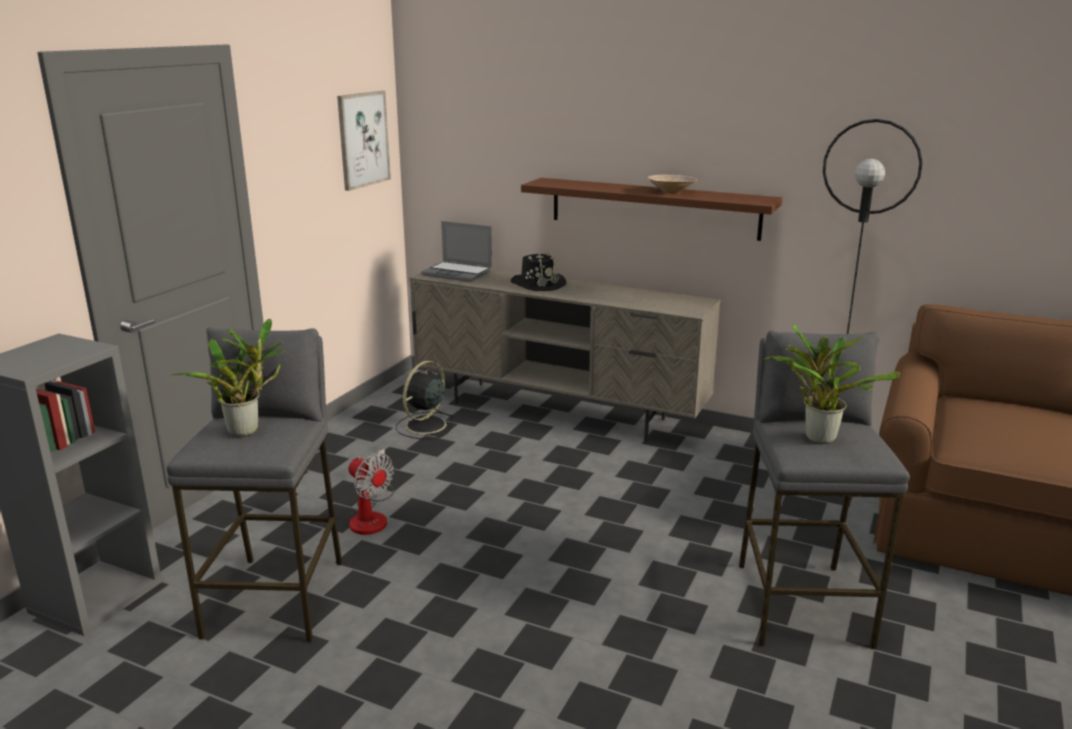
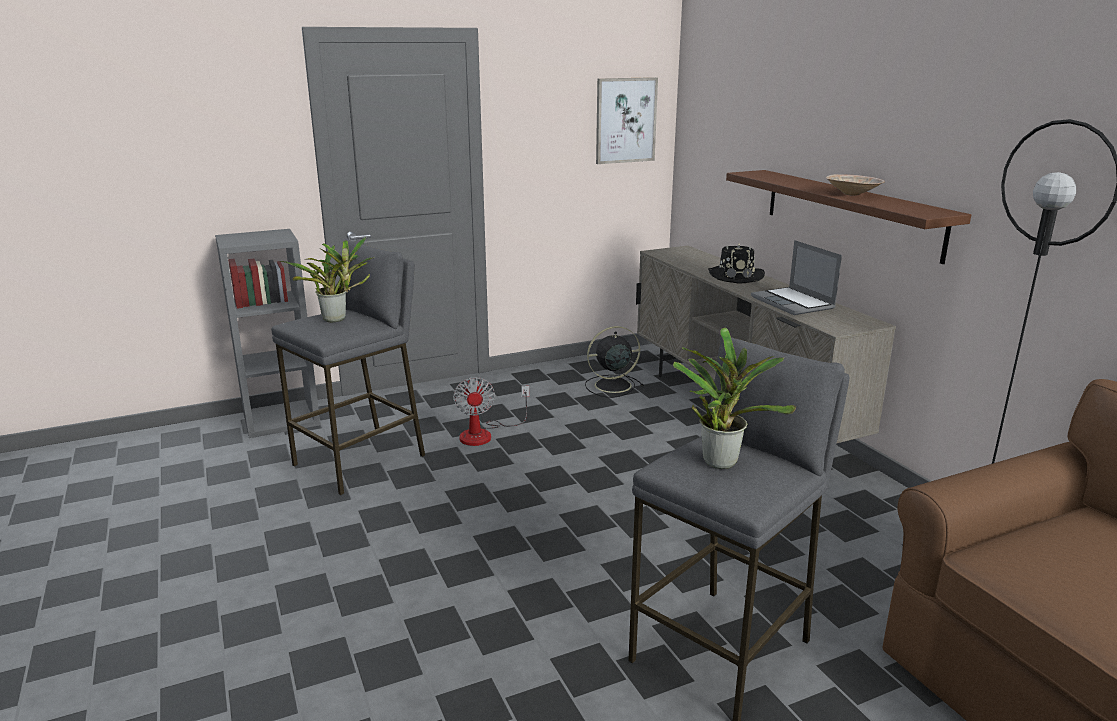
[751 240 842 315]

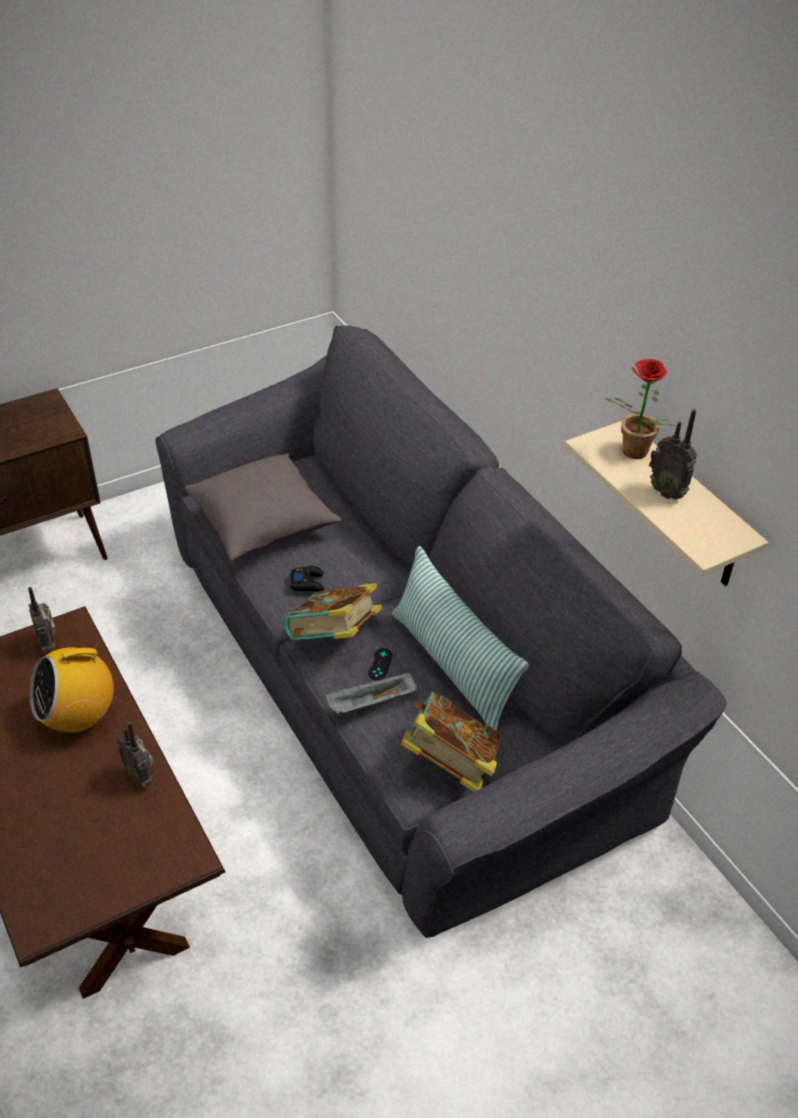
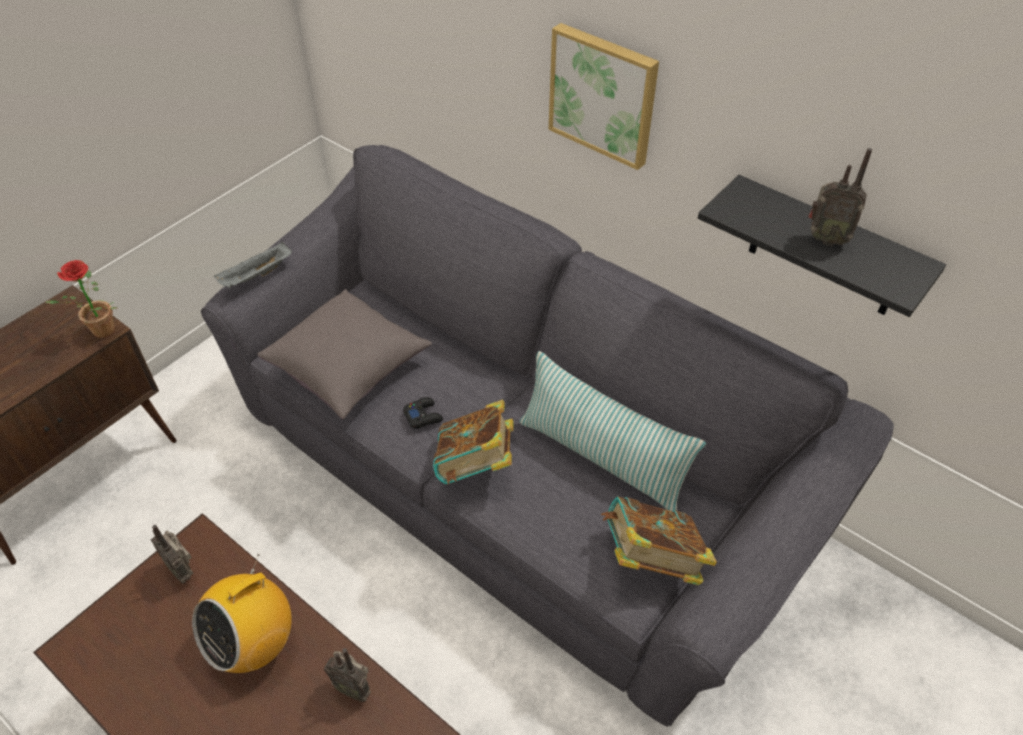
[45 260 117 338]
[698 175 946 317]
[368 648 393 680] (first image)
[214 242 292 288]
[549 23 659 170]

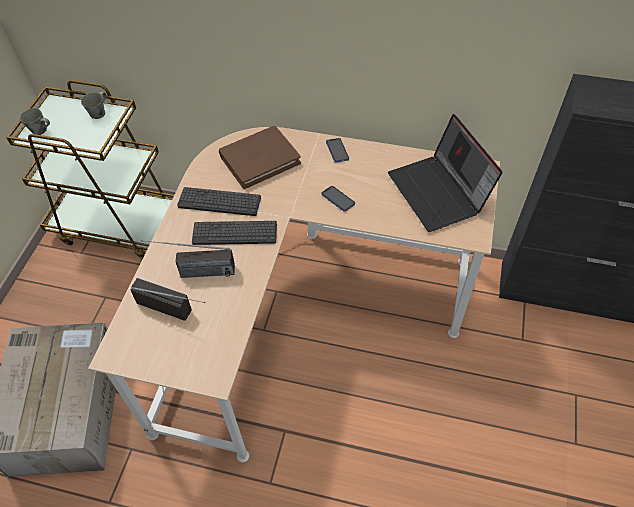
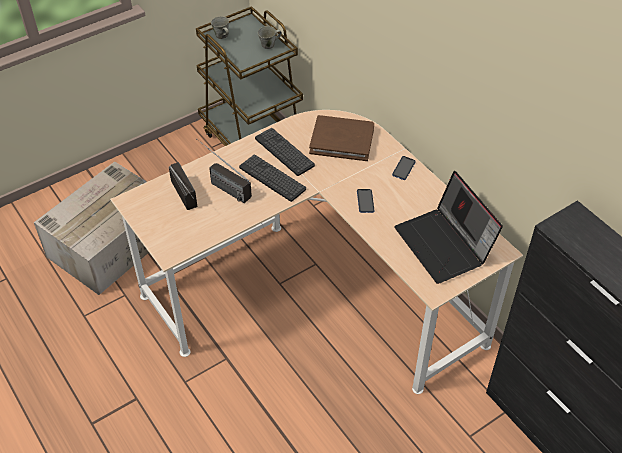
[394 171 503 284]

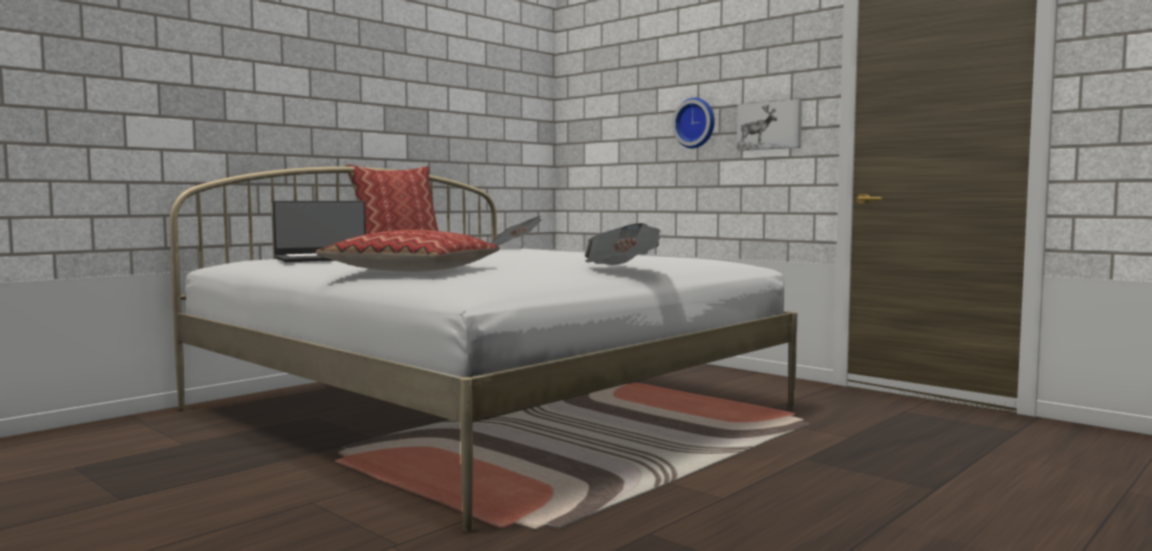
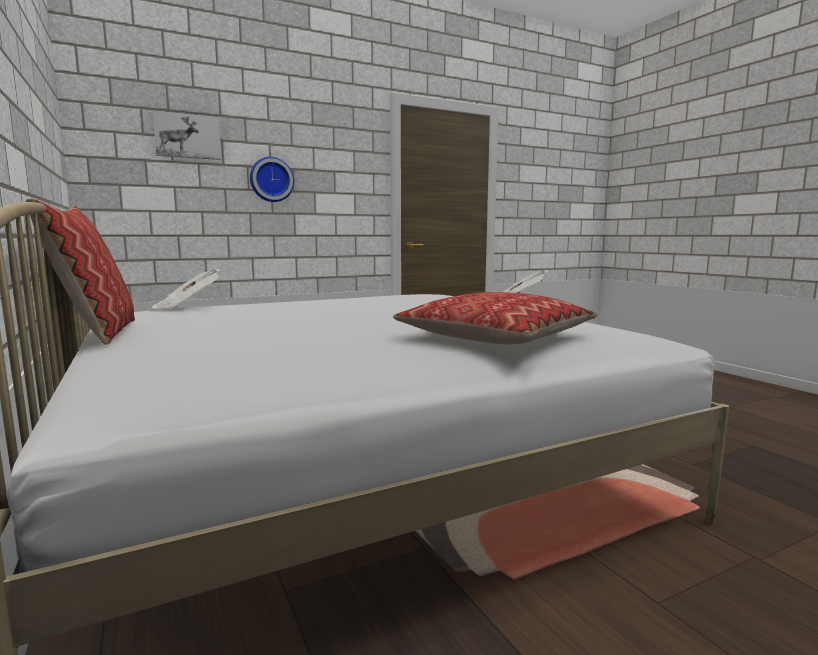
[153 111 221 160]
[273 201 366 262] (first image)

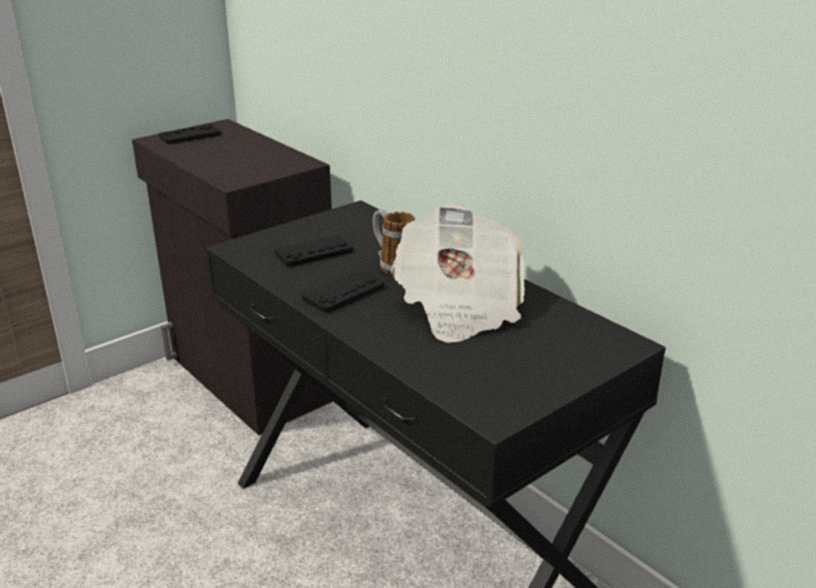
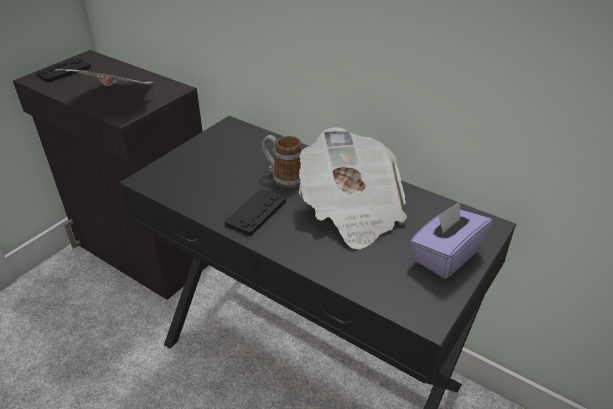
[275 235 353 267] (first image)
[54 69 153 86]
[410 201 492 279]

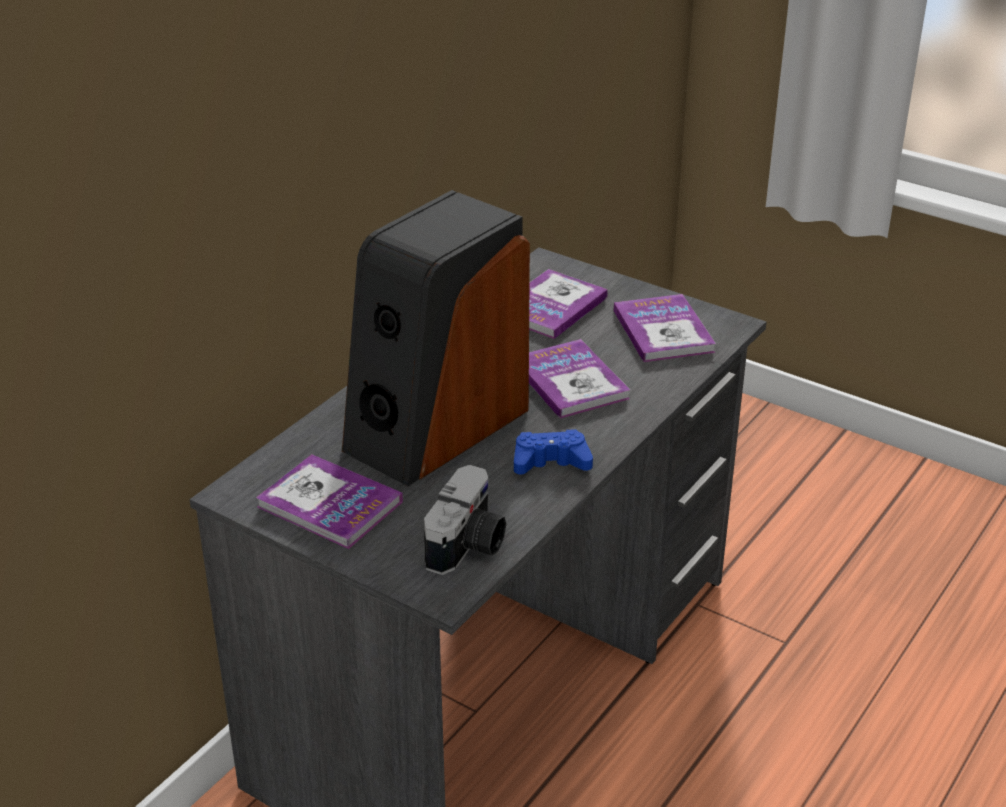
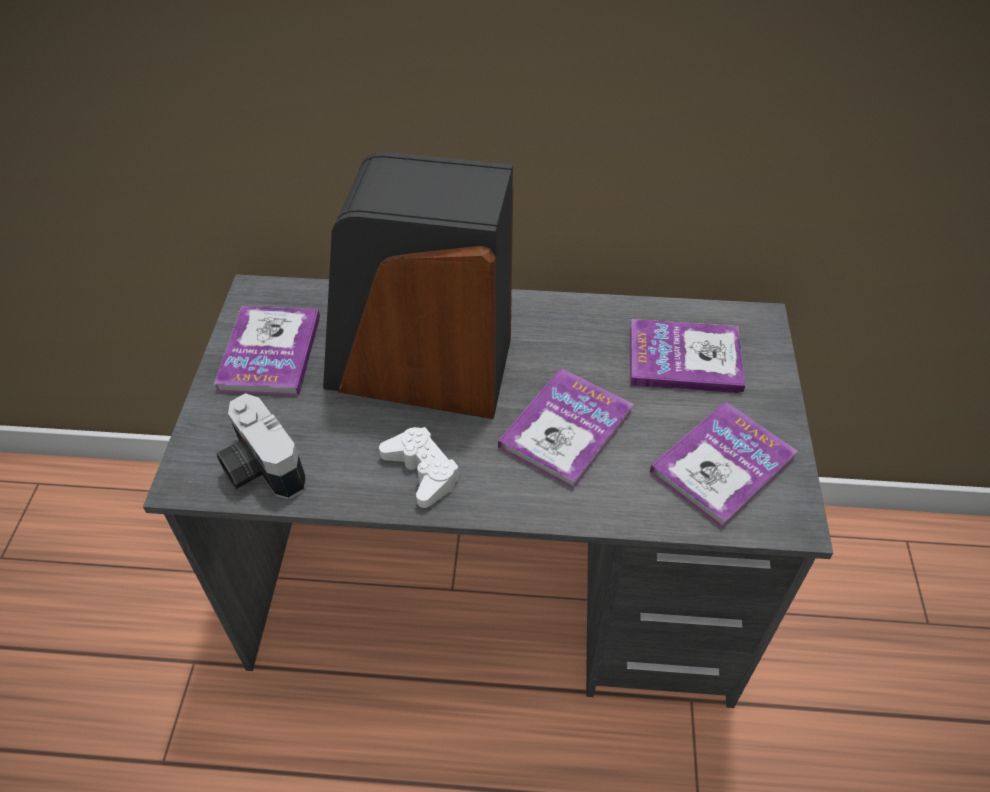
[379 427 460 508]
[216 393 306 499]

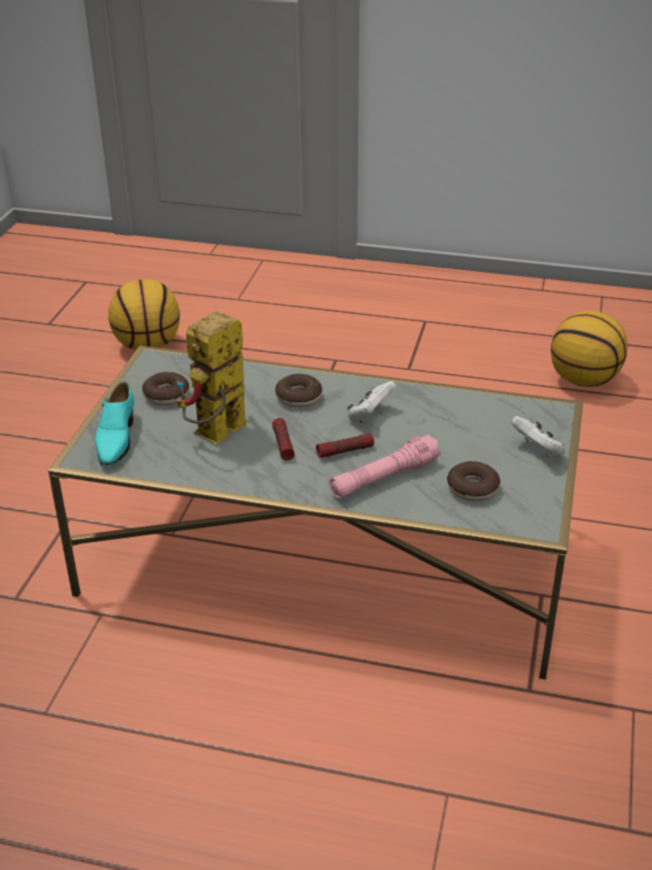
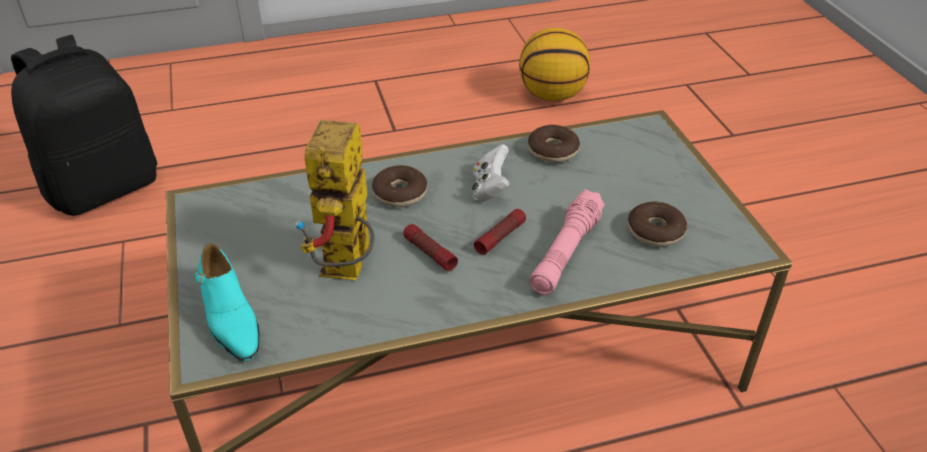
[11 35 157 216]
[528 125 580 163]
[511 416 566 458] (first image)

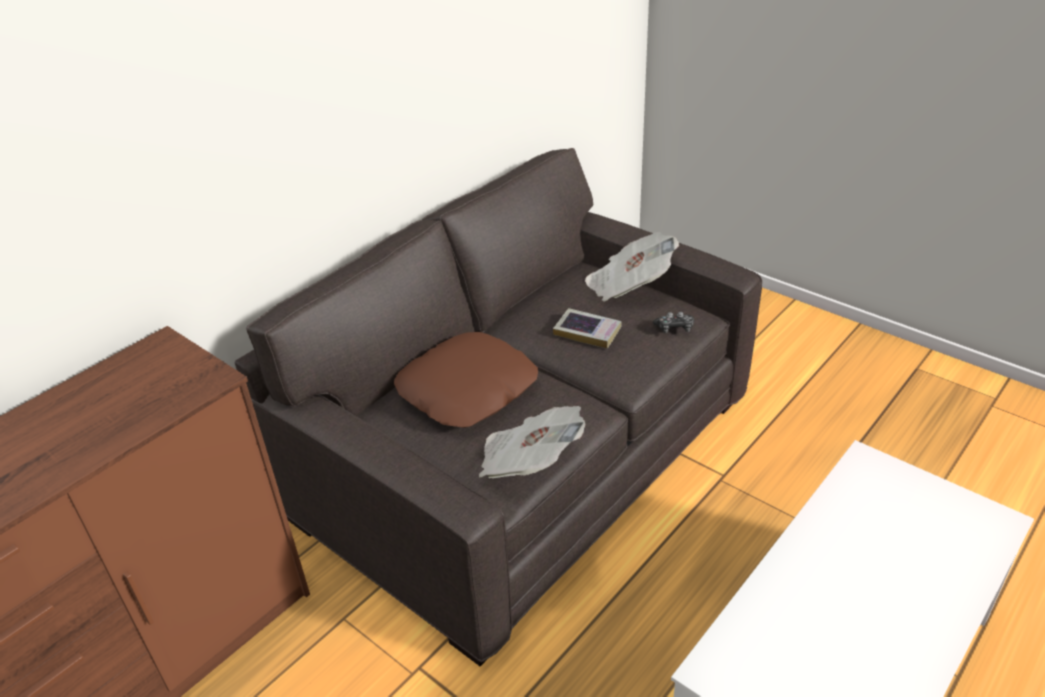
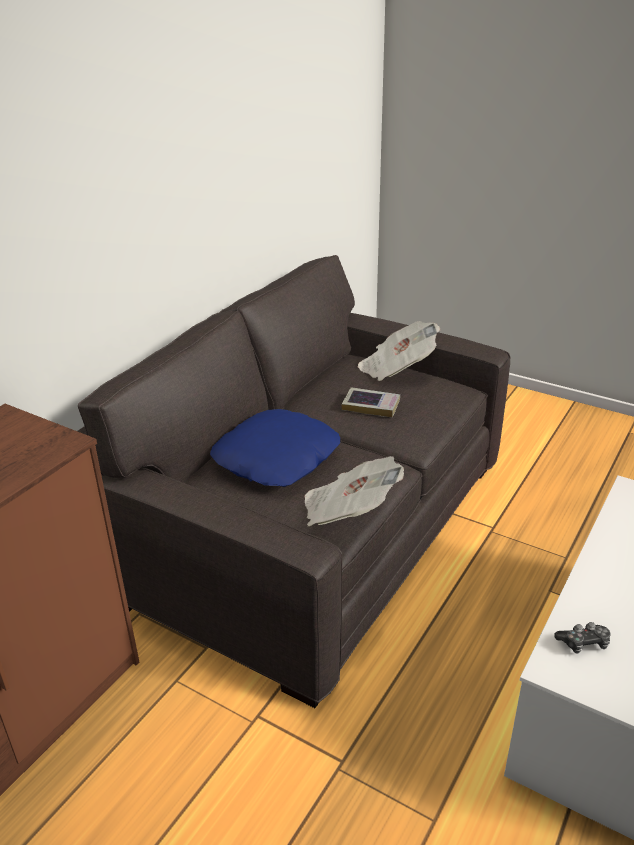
[554 622 611 654]
[210 409 340 487]

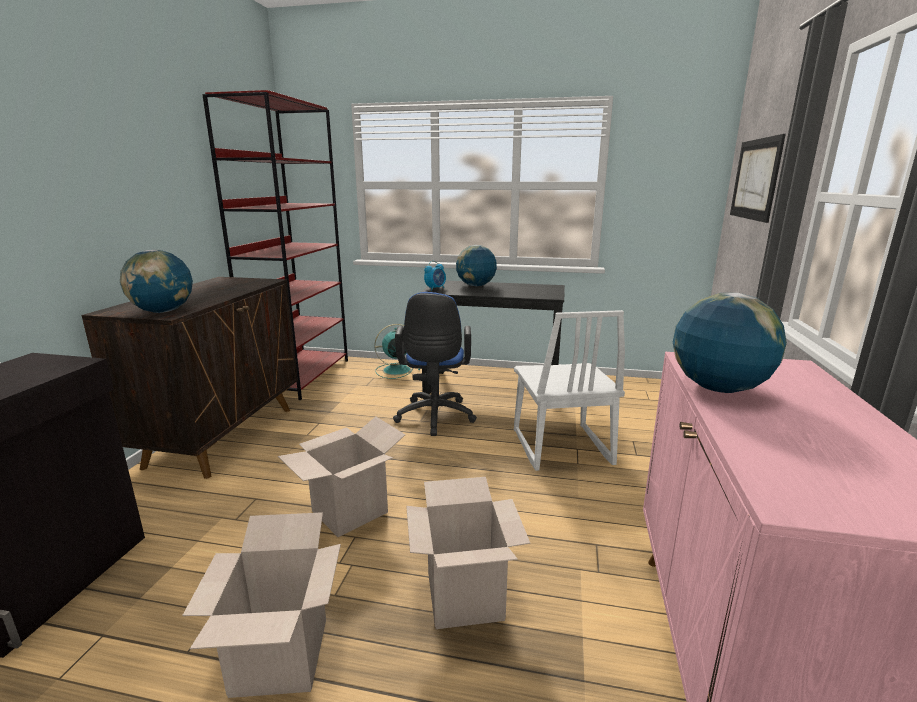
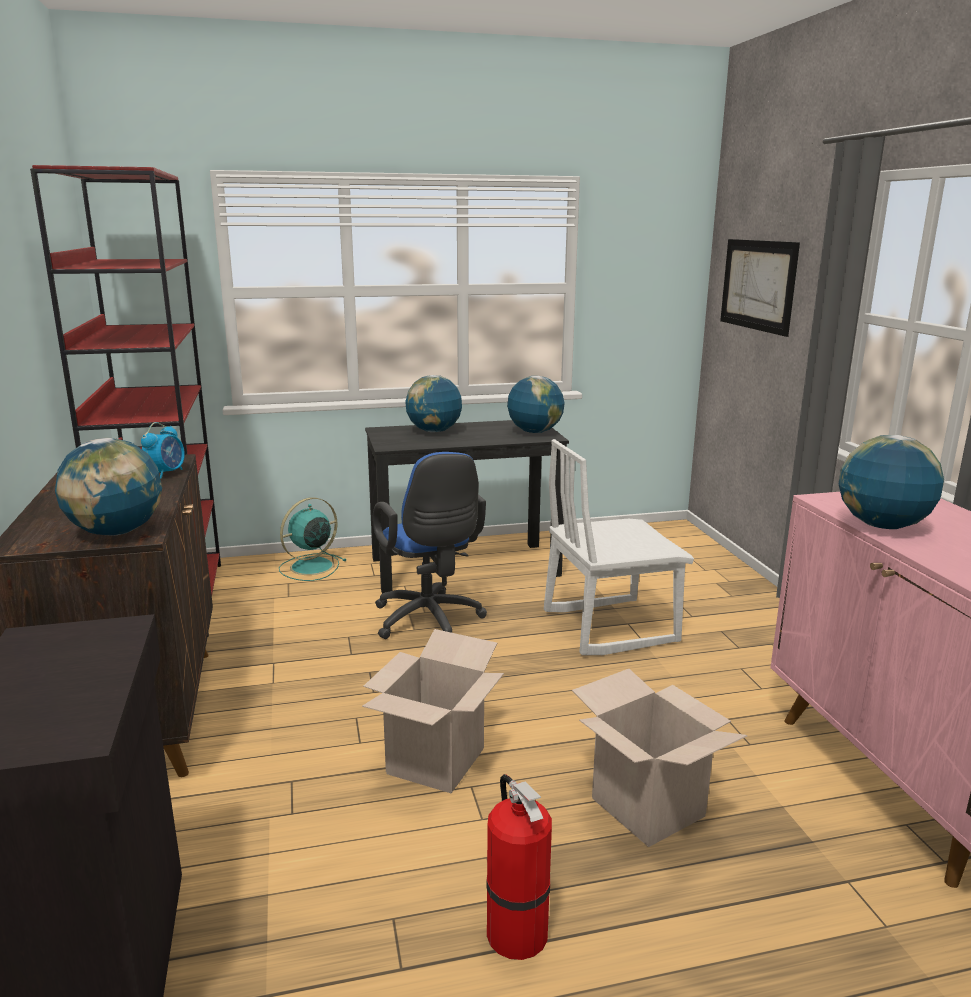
[141 422 185 479]
[544 439 694 655]
[487 774 552 960]
[507 376 565 433]

